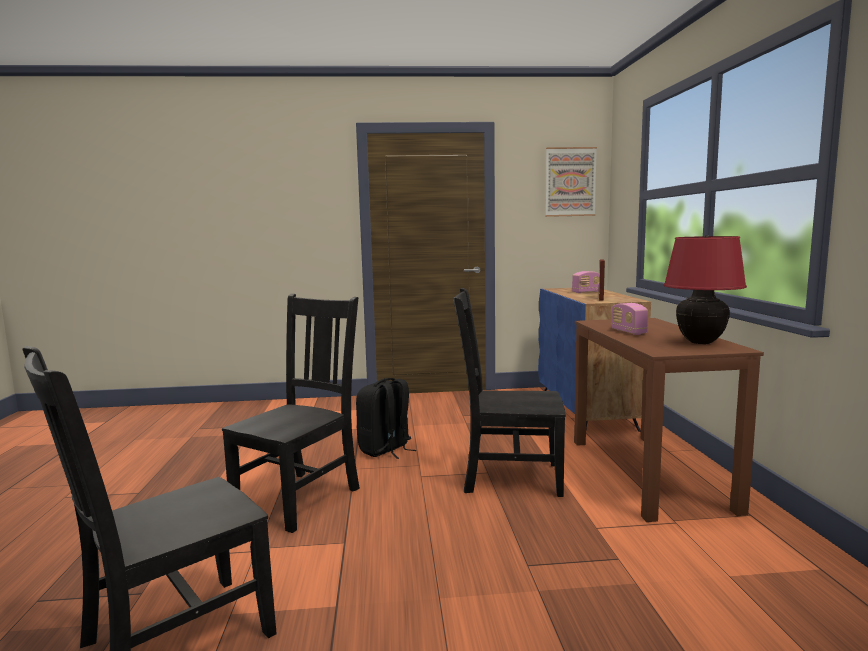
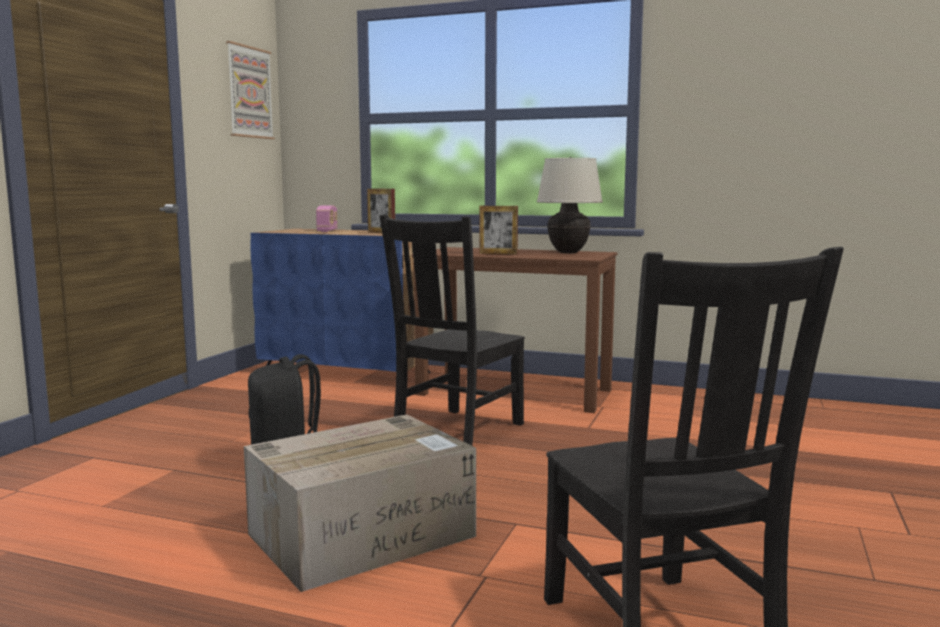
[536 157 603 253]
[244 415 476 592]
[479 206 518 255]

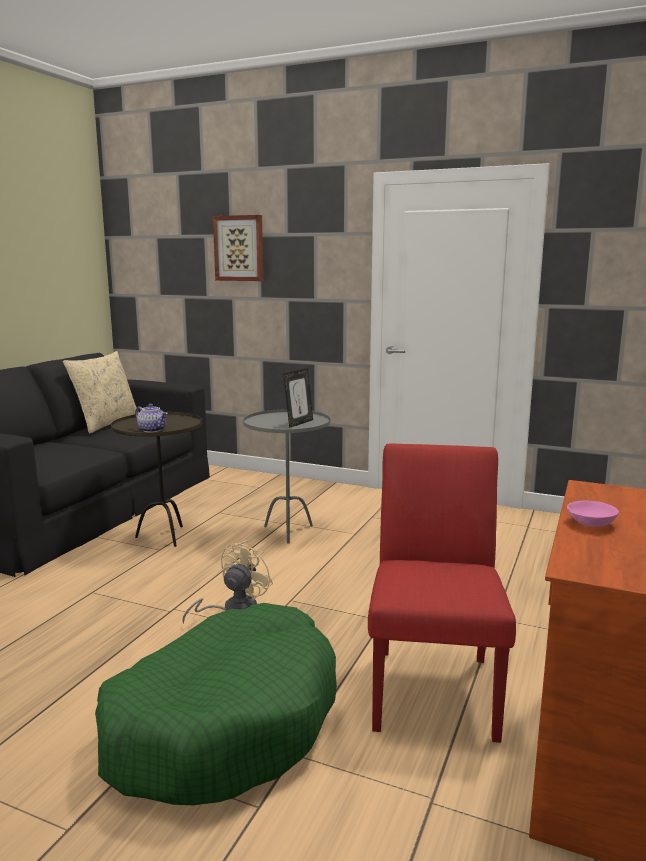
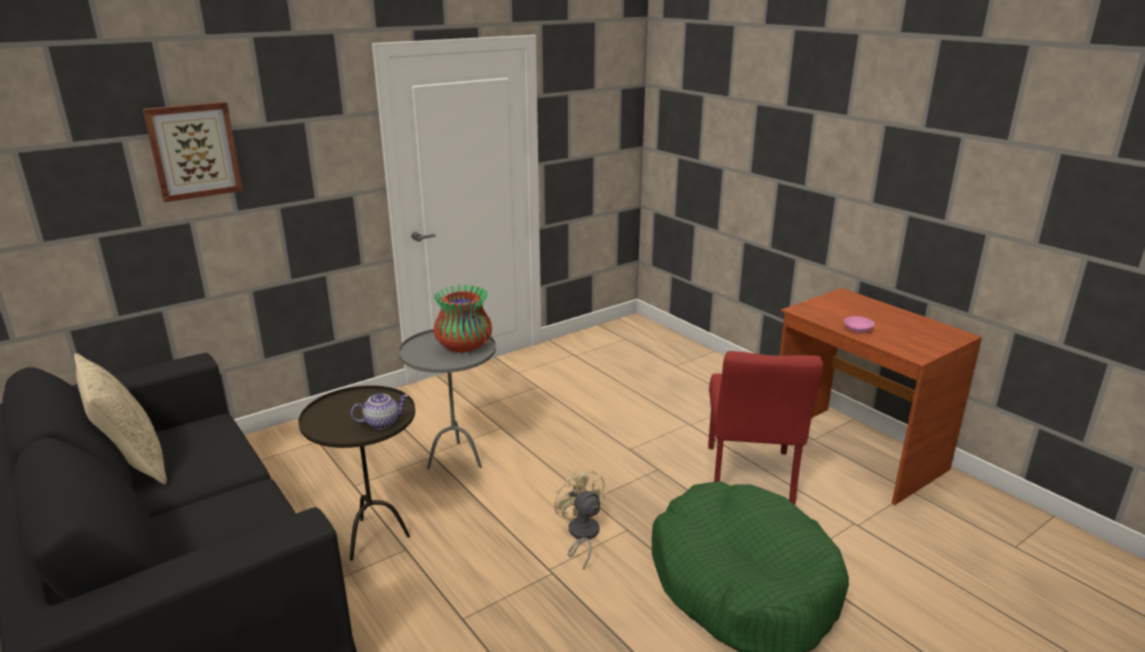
[433 285 492 353]
[708 351 823 505]

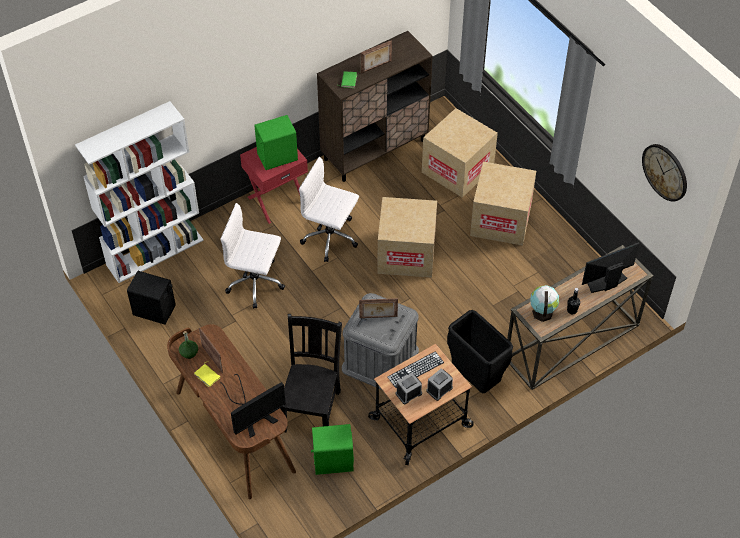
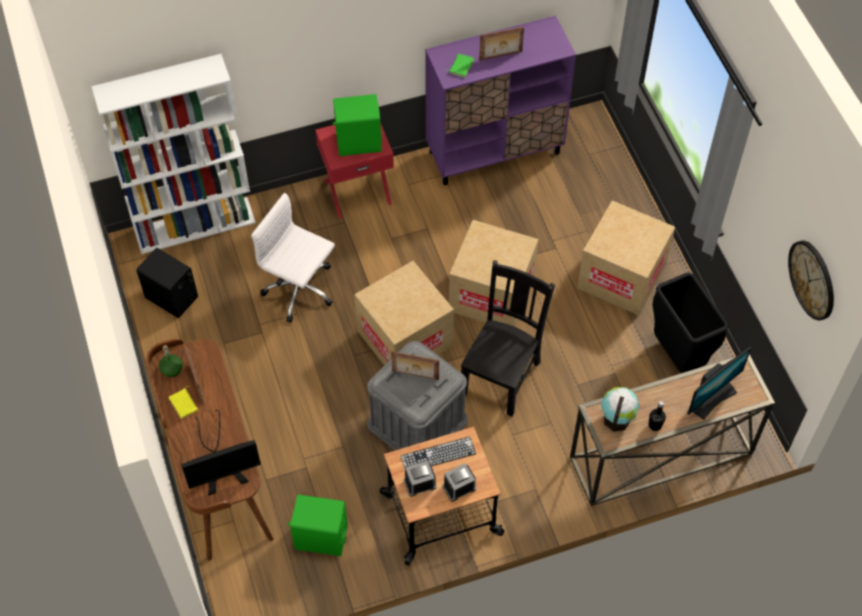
[425 16 576 185]
[354 261 454 366]
[299 157 359 262] (first image)
[688 347 752 420]
[652 273 728 373]
[461 260 555 417]

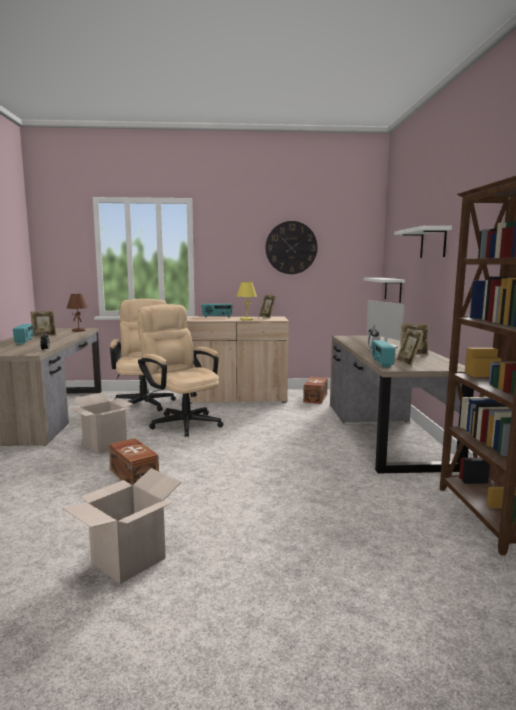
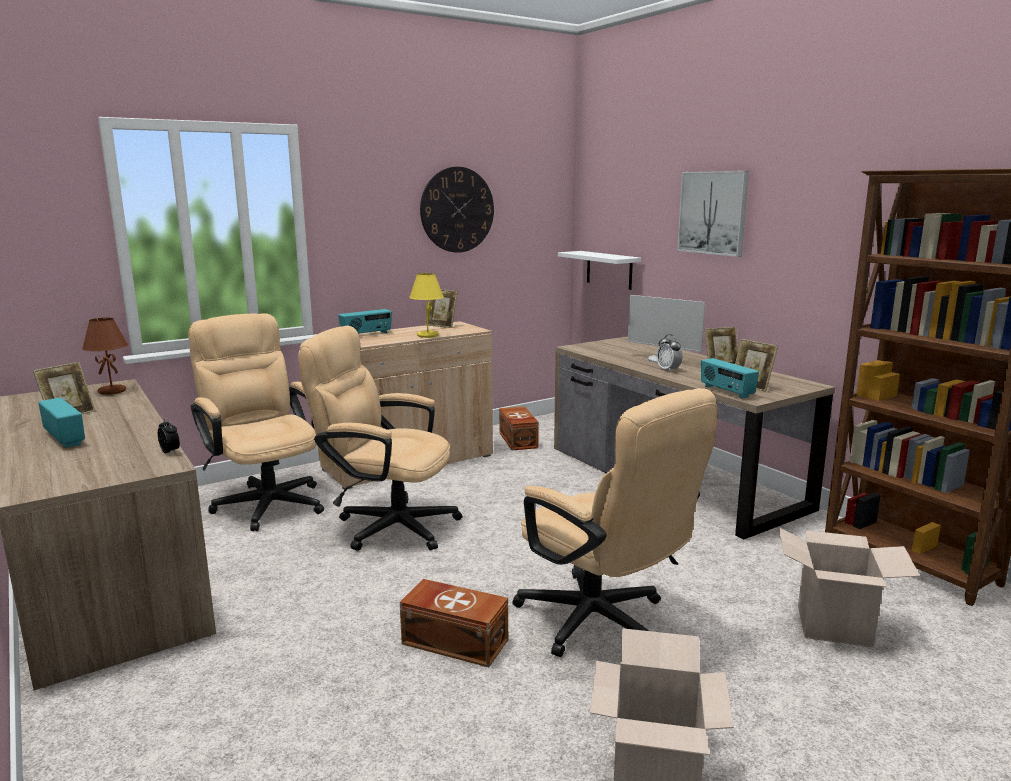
[677 171 749 257]
[778 527 920 647]
[512 388 718 657]

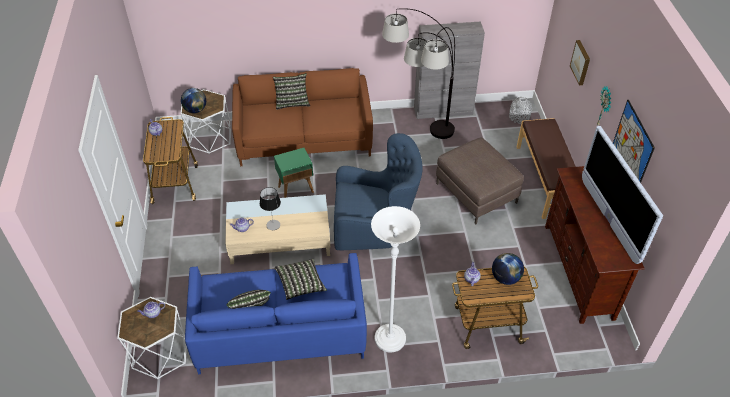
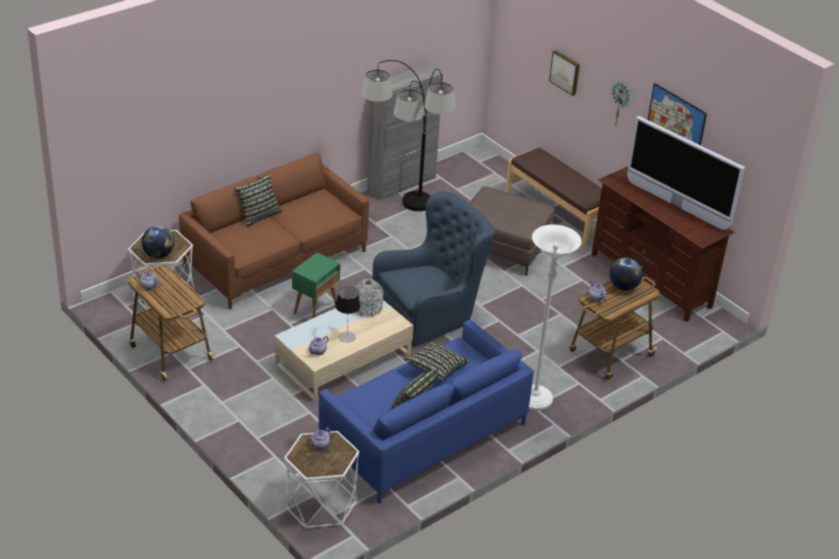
[355 279 384 317]

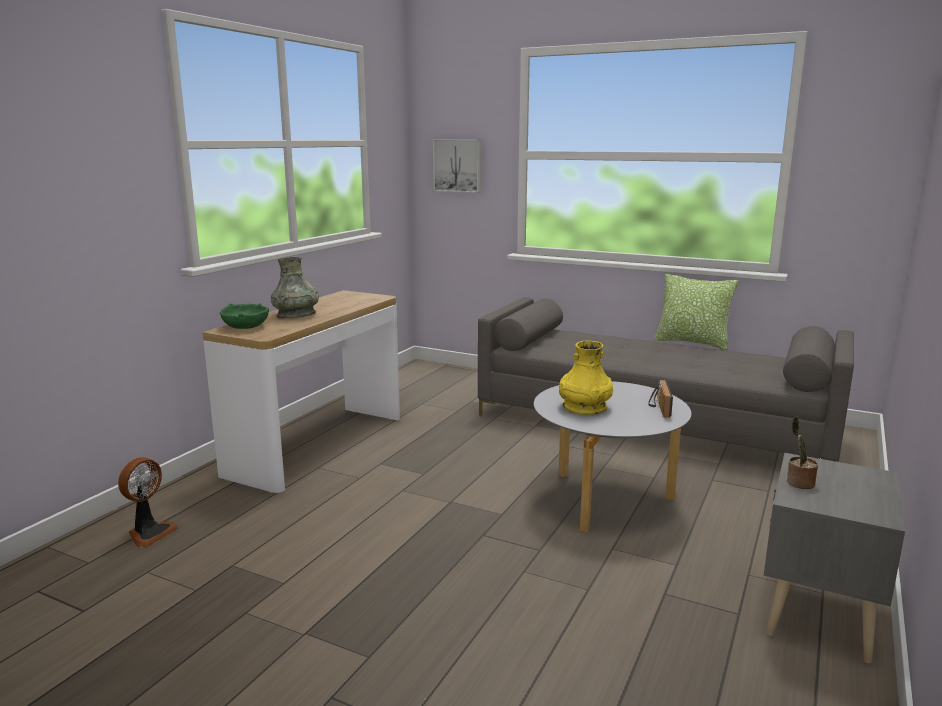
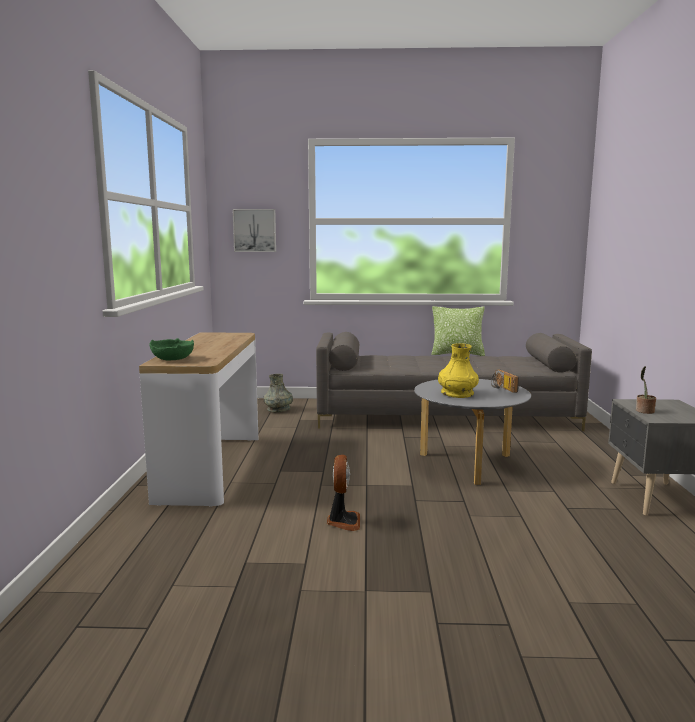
[264 374 293 413]
[327 455 360 531]

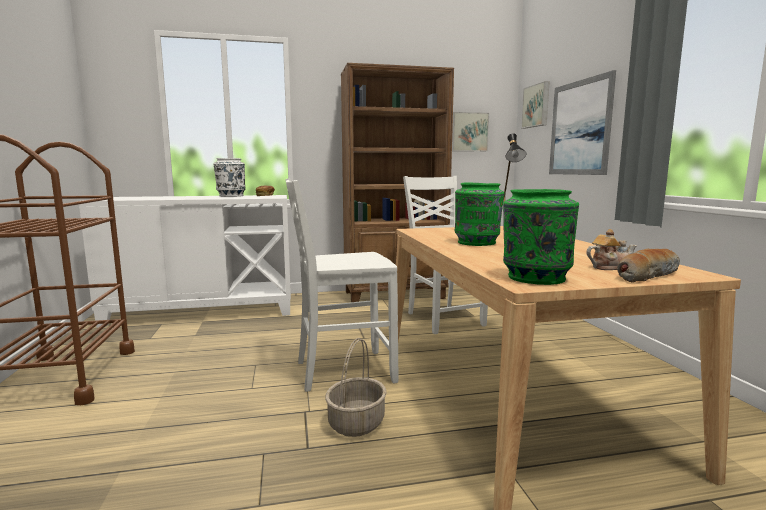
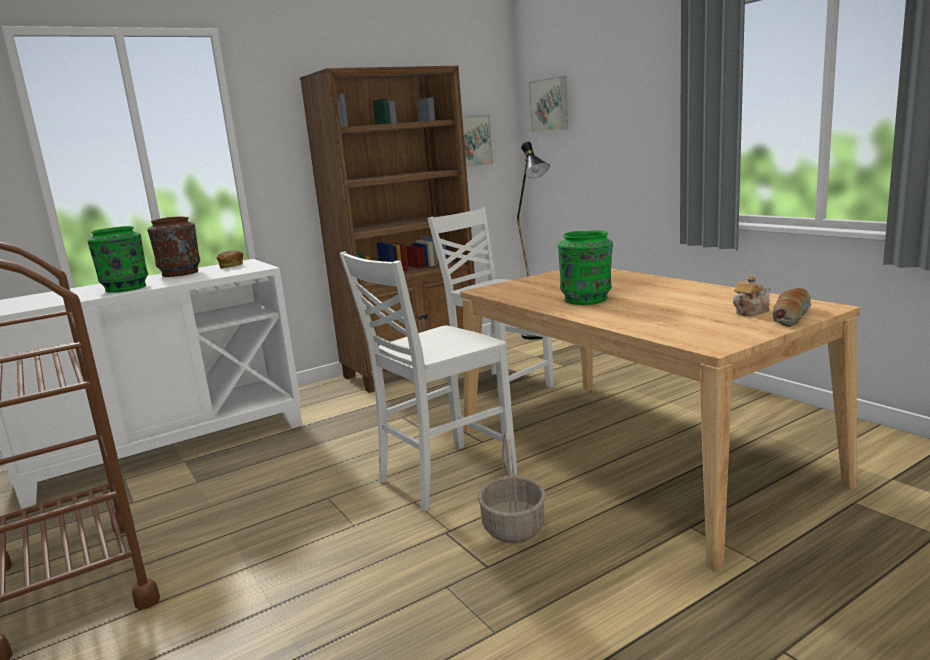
[549 70 616 175] (first image)
[147 216 200 277]
[88 226 148 293]

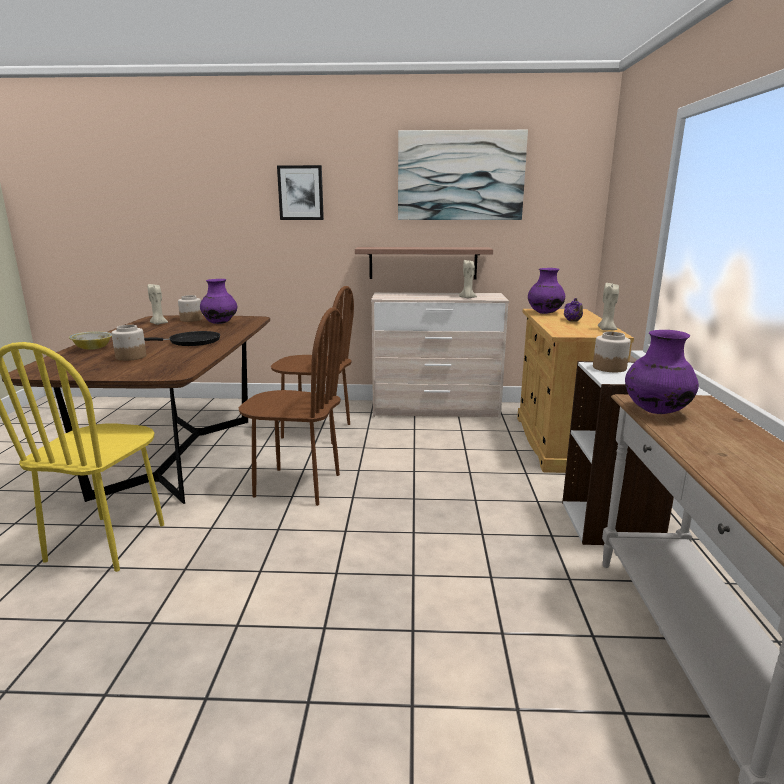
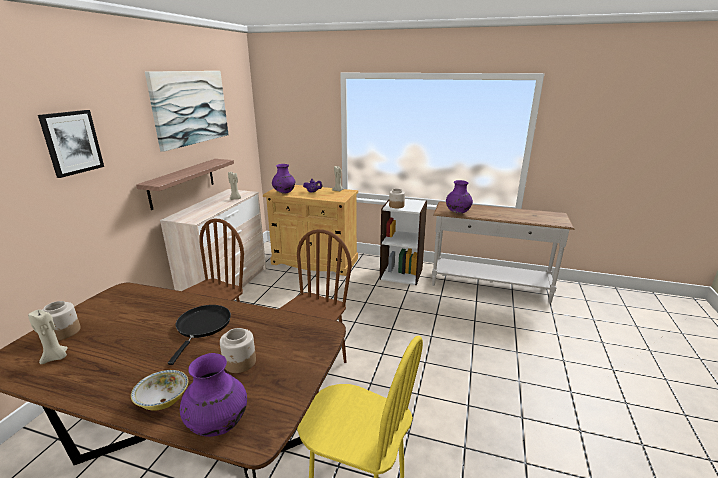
[180 353 247 437]

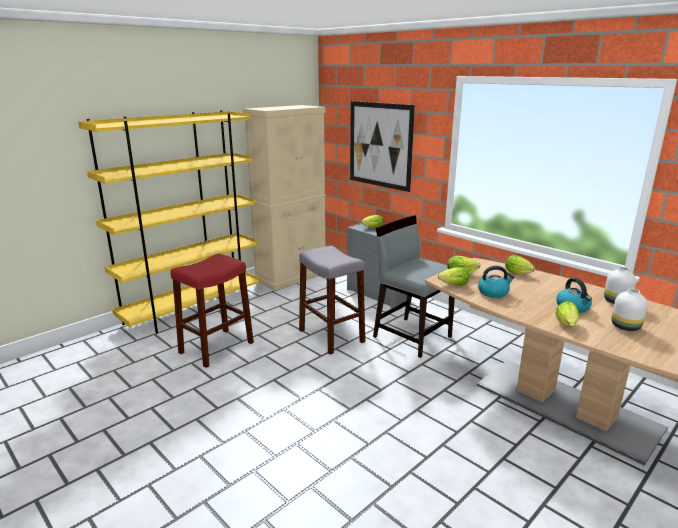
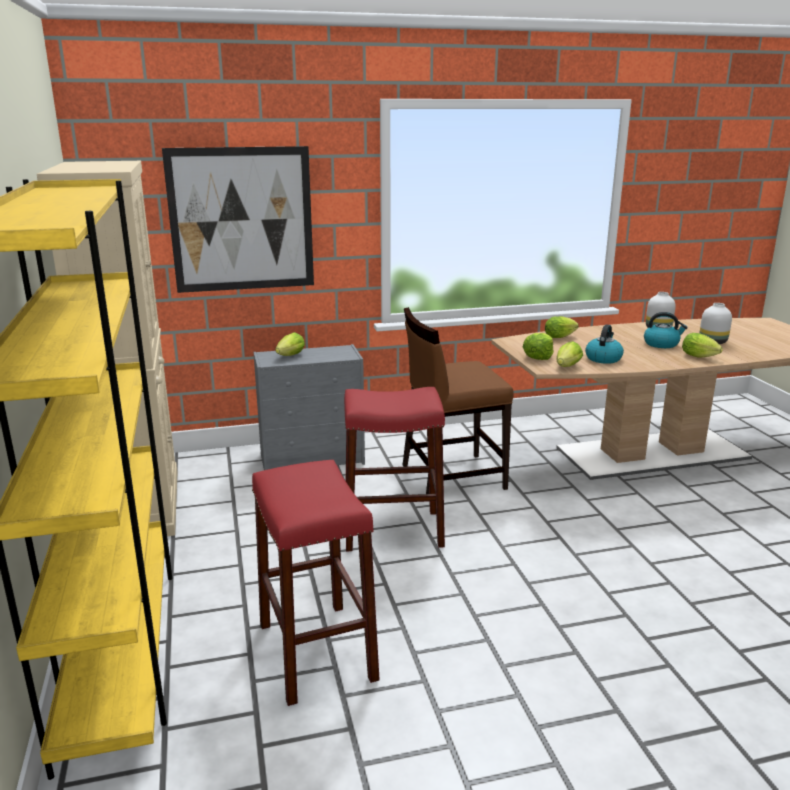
[402 307 514 494]
[344 387 445 551]

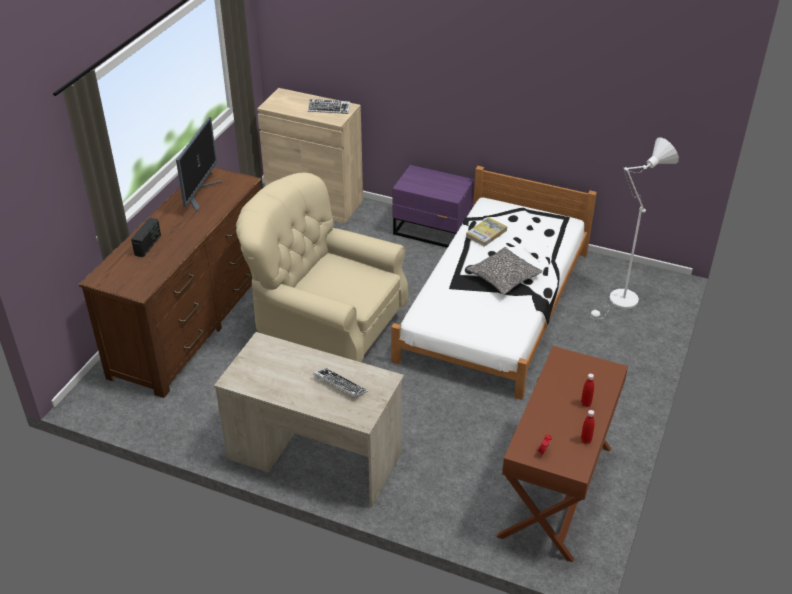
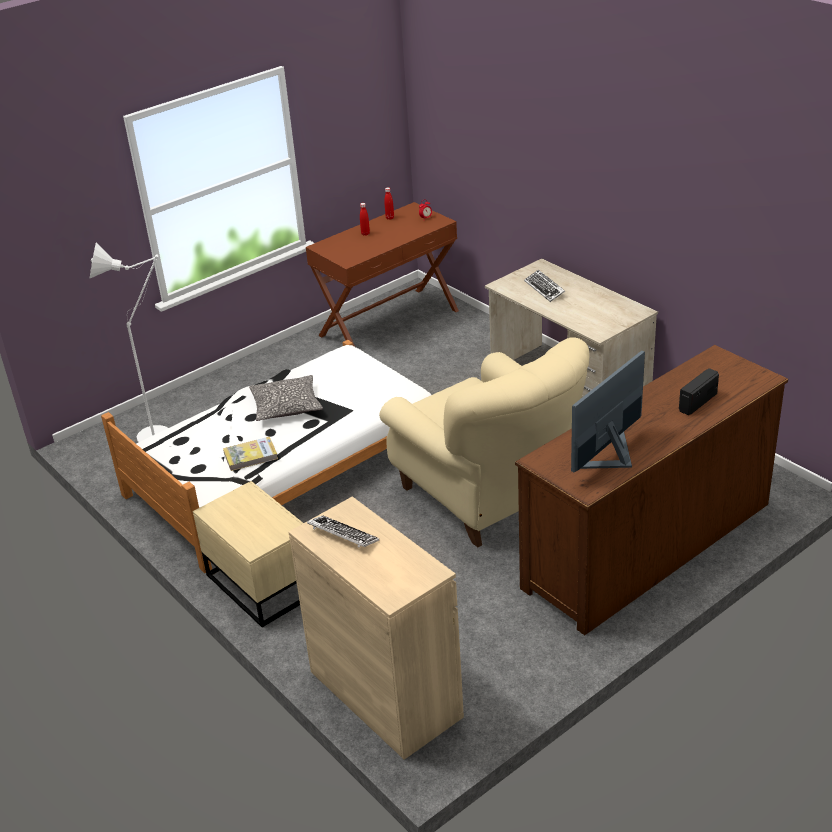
[193 481 303 627]

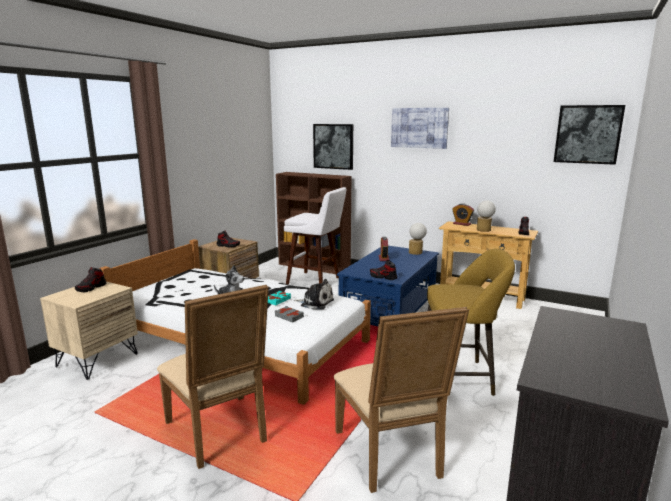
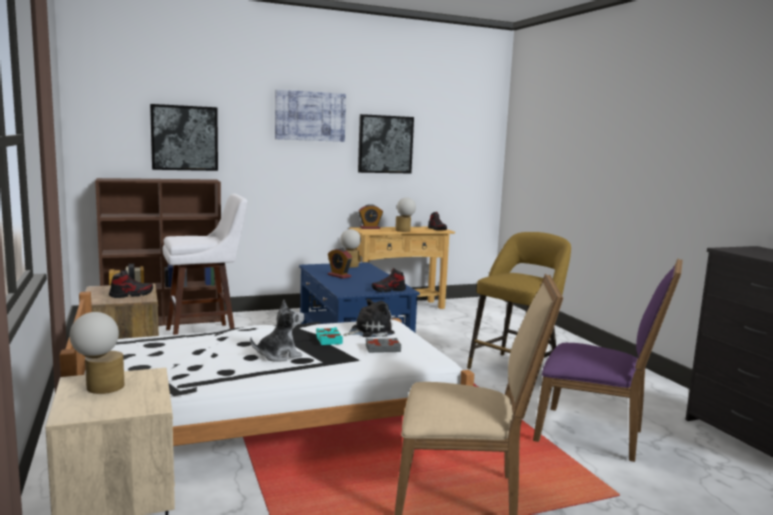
[358 114 414 173]
[70 312 125 394]
[533 258 683 462]

